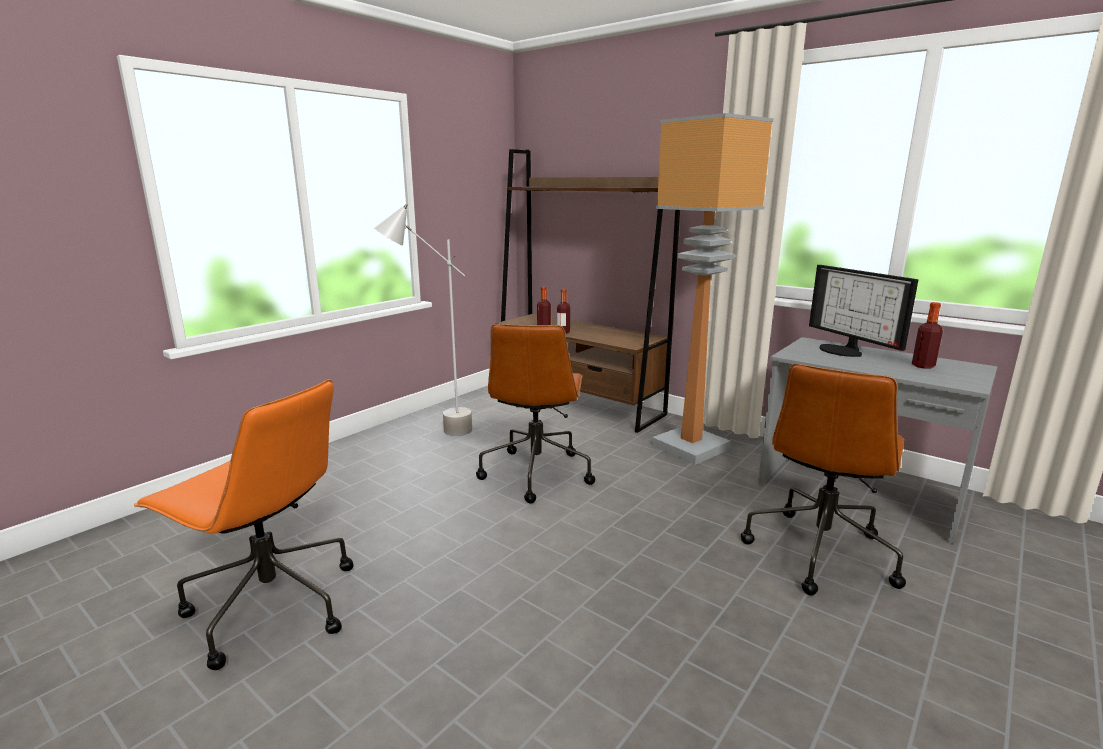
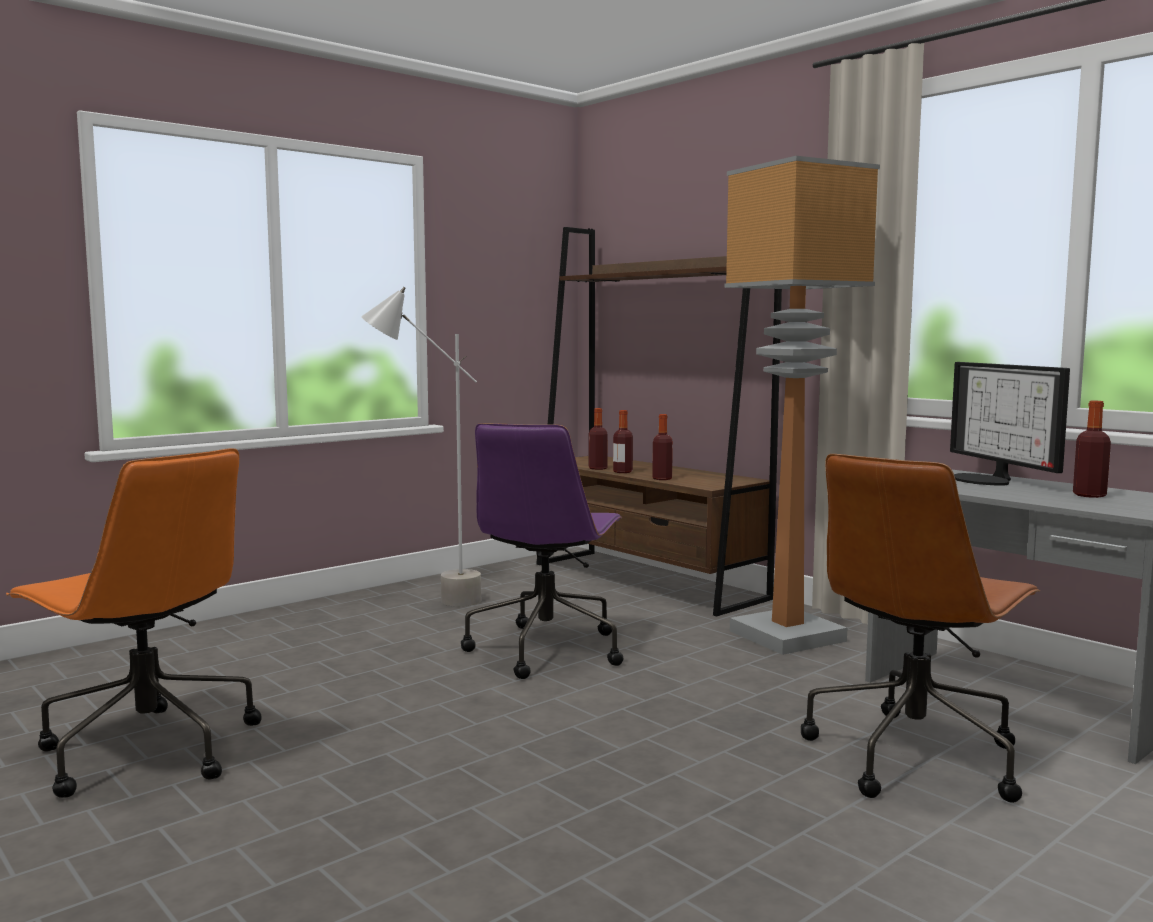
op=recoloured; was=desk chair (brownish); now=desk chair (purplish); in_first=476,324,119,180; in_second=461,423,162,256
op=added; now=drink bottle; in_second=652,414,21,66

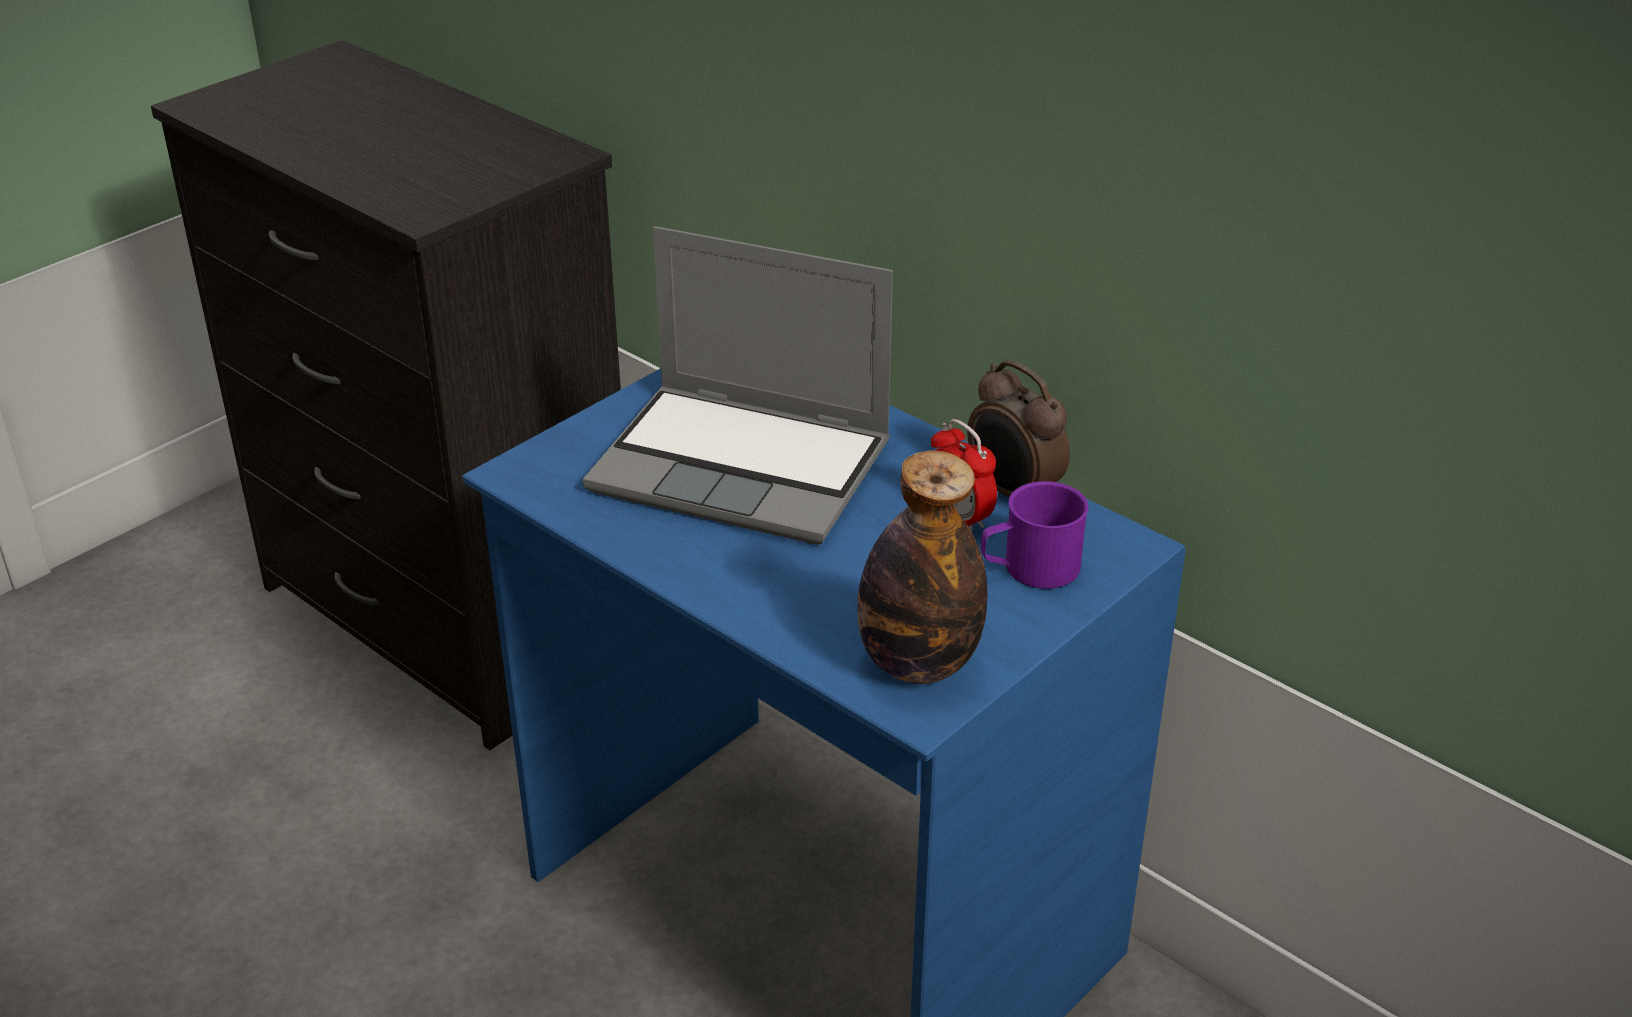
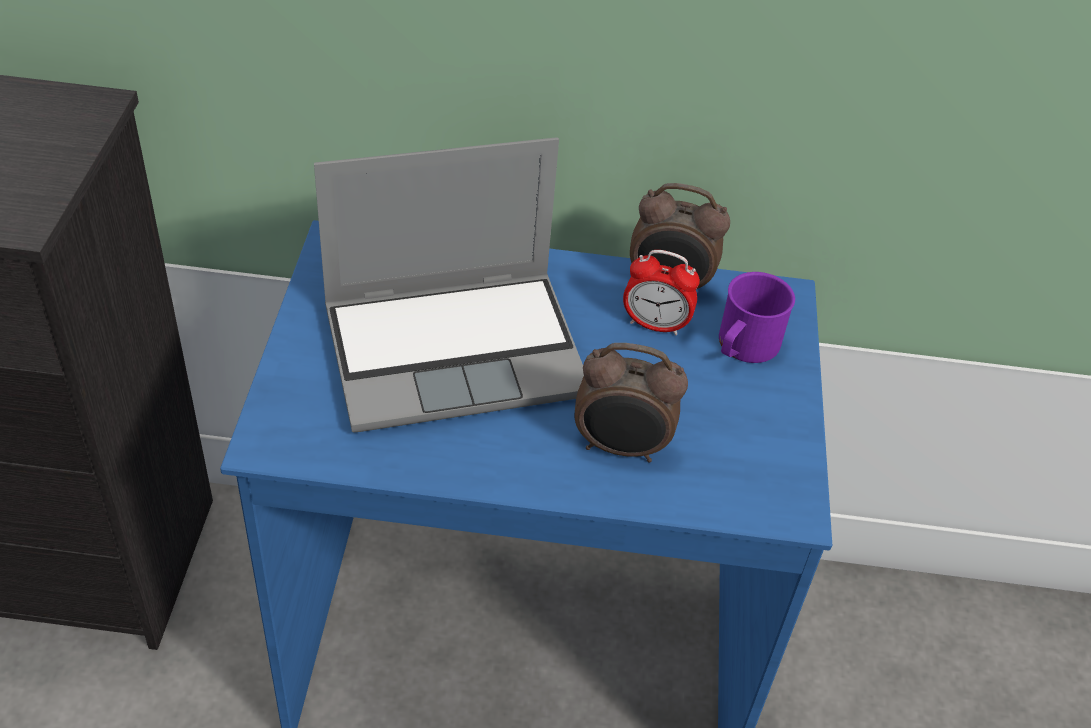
op=added; now=alarm clock; in_second=574,343,114,119
op=removed; was=drink bottle; in_first=857,450,130,234

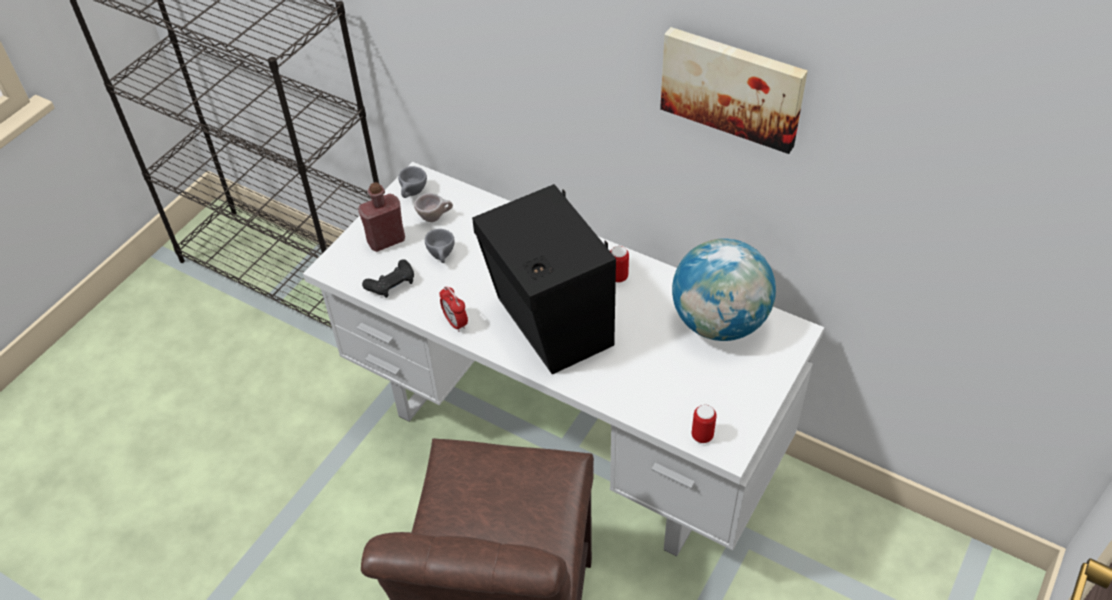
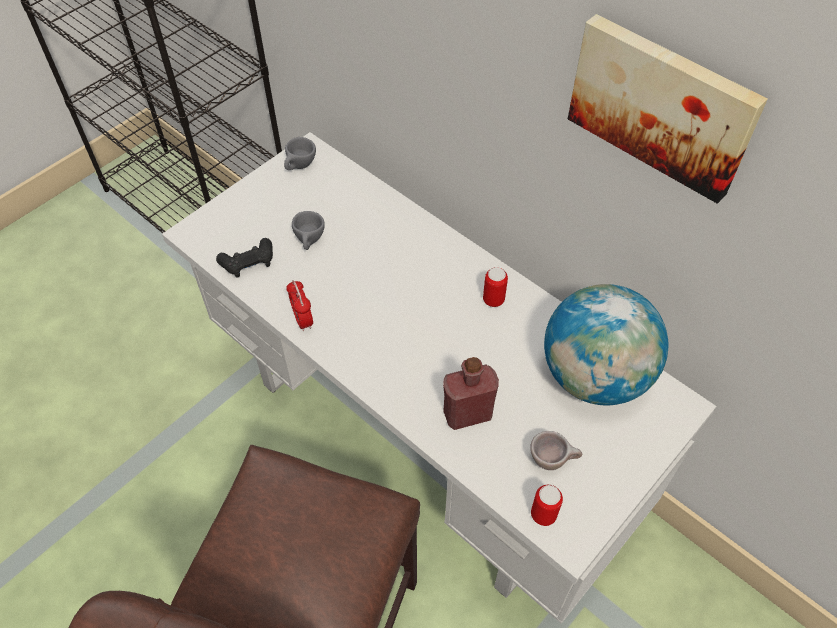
op=moved; was=drink bottle (reddish); in_first=358,182,47,70; in_second=443,357,56,73
op=moved; was=small cup (beige-coloured); in_first=414,193,39,29; in_second=530,431,52,39
op=removed; was=audio speaker (black-coloured); in_first=472,184,144,190

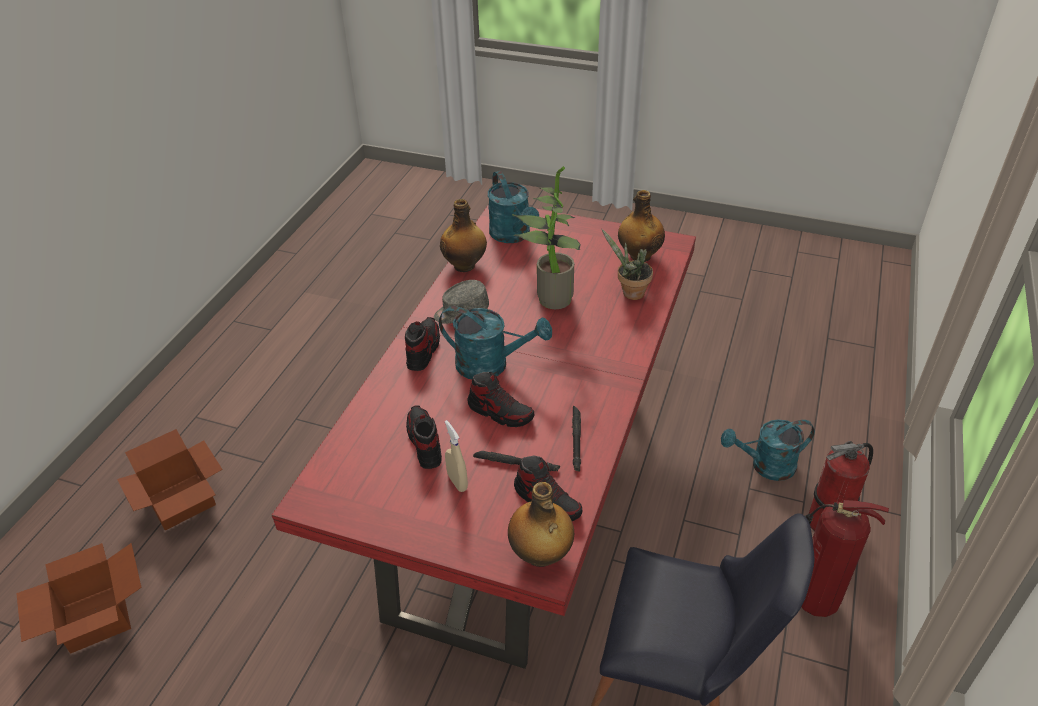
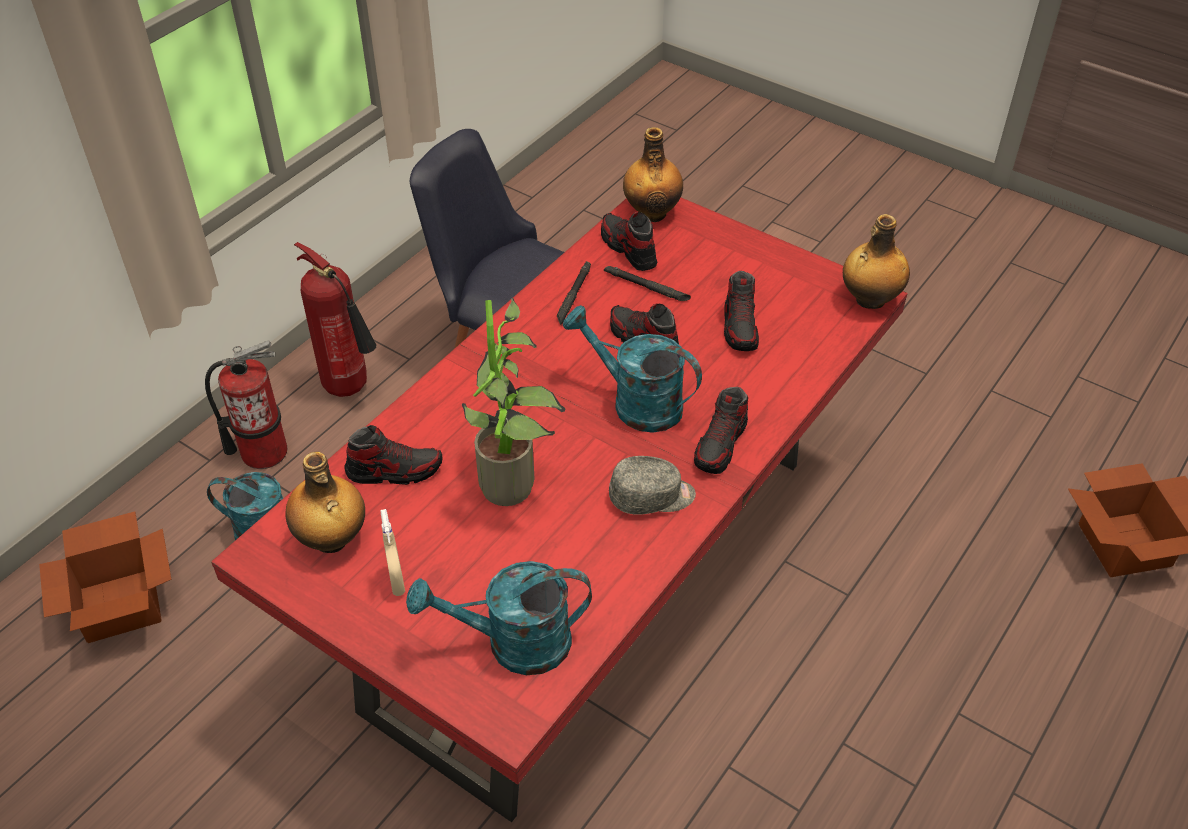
op=moved; was=packing box; in_first=117,429,106,102; in_second=39,511,133,132
op=replaced; was=plant in a pot; now=shoe; in_first=601,229,52,71; in_second=344,425,98,60
op=moved; was=hand sprayer (beige-coloured); in_first=445,420,23,72; in_second=381,509,24,87
op=turned; was=watering pot (turquoise-coloured); in_first=488,171,51,72; in_second=406,561,186,114; clockwise=-90
op=moved; was=drink bottle; in_first=440,199,47,73; in_second=843,214,67,95

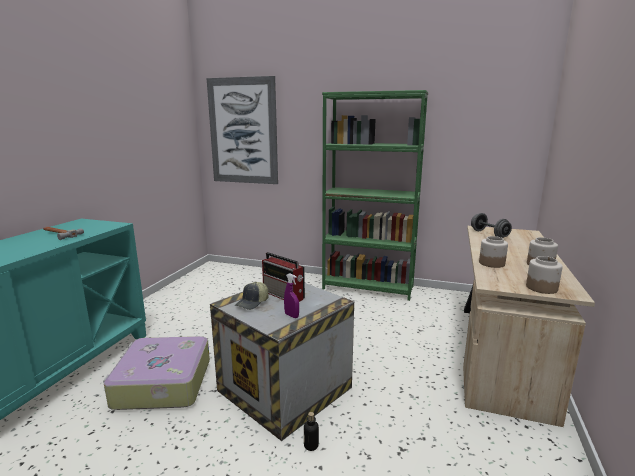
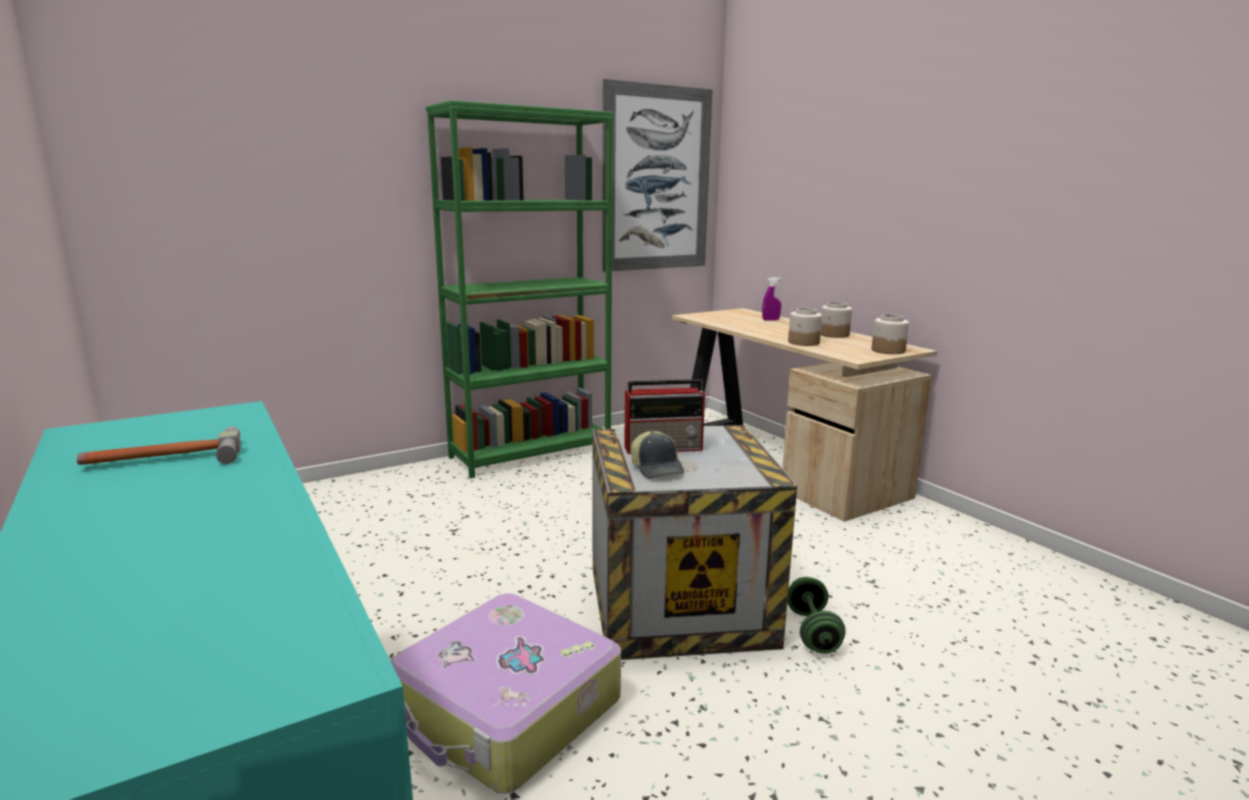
op=moved; was=wall art; in_first=207,76,71,108; in_second=602,79,111,193
op=moved; was=hand sprayer (purplish); in_first=284,273,15,45; in_second=762,277,19,43
op=replaced; was=drink bottle; now=hand weight (green-coloured); in_first=304,412,15,39; in_second=787,577,59,77
op=removed; was=hand weight (grey); in_first=471,213,41,25

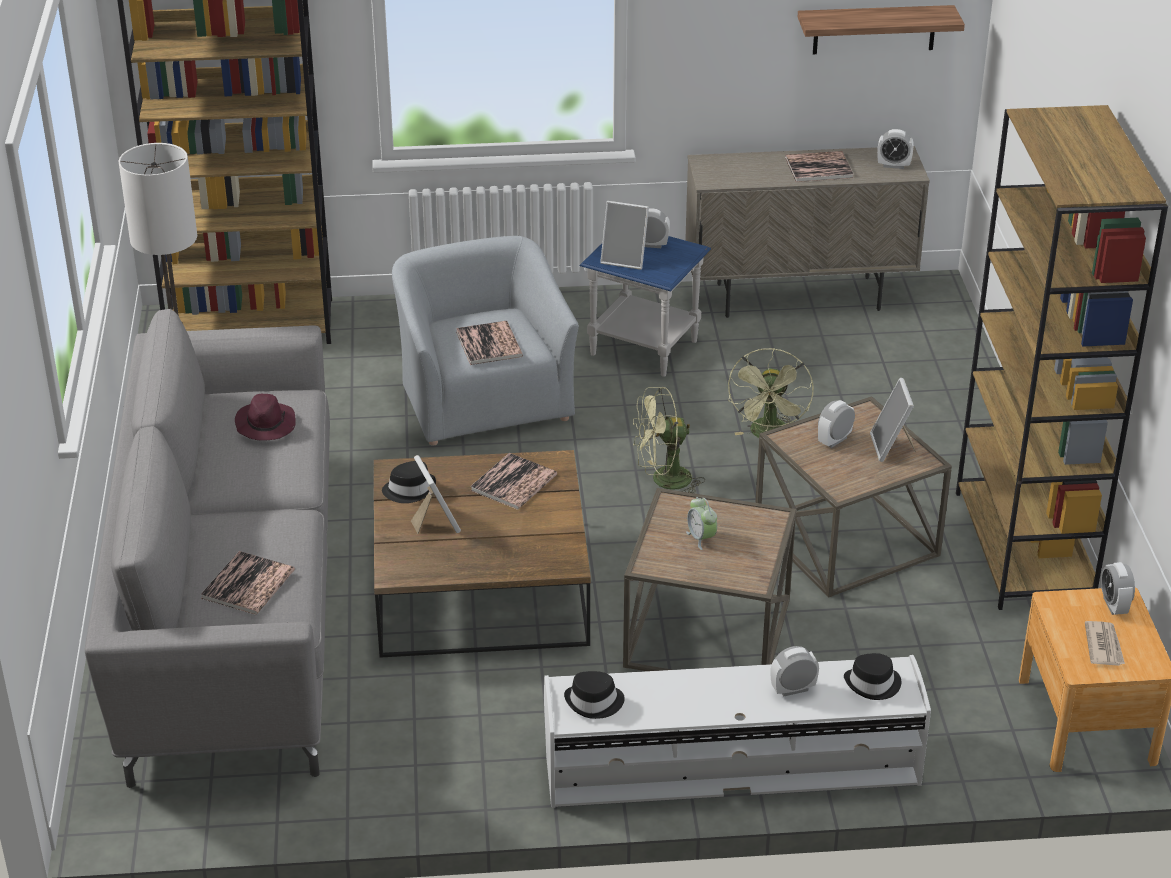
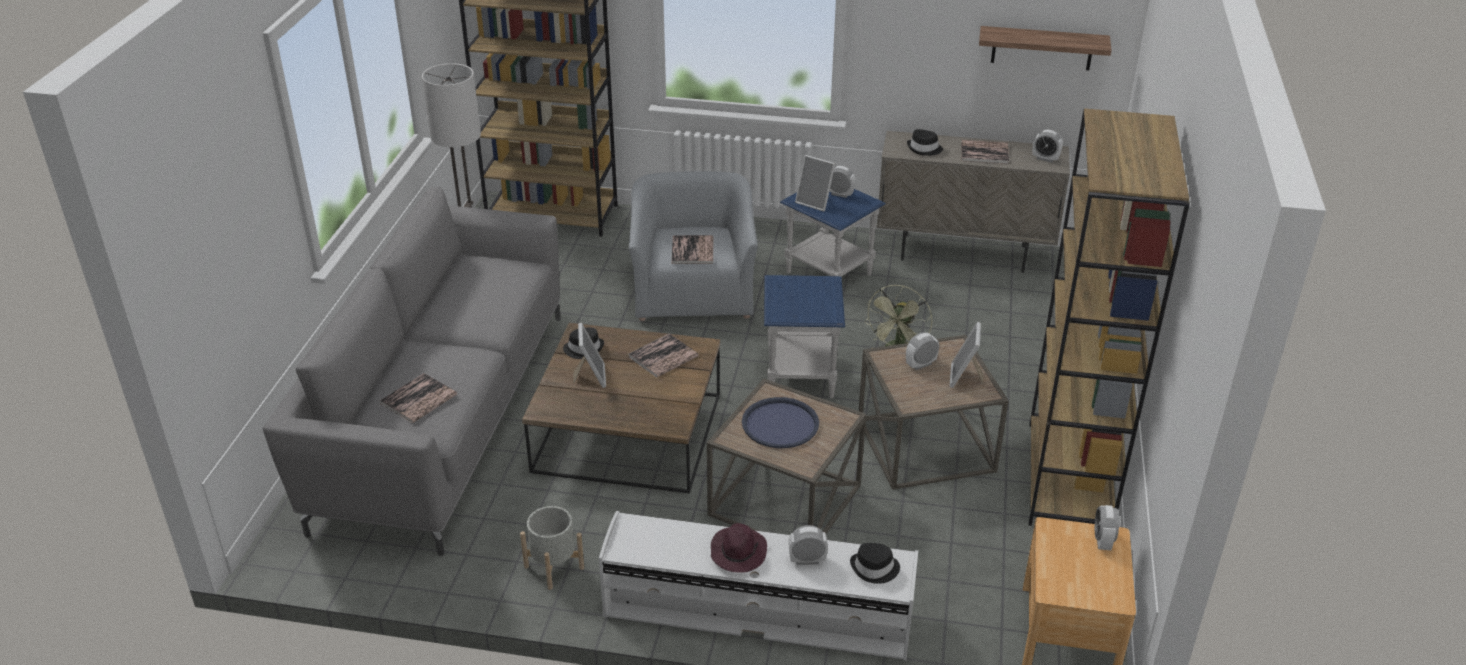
op=added; now=flower pot (grey); in_second=520,506,64,84
op=moved; was=wearable hat (purplish); in_first=235,394,61,47; in_second=711,523,56,50
op=replaced; was=alarm clock; now=carrying tray (blue); in_first=686,497,31,53; in_second=742,397,77,51
op=replaced; was=electric fan (green-coloured); now=side table (blue); in_first=633,387,72,106; in_second=764,275,81,123
op=moved; was=wearable hat (black-coloured); in_first=564,671,61,48; in_second=907,129,36,27
op=removed; was=newspaper; in_first=1085,621,40,45

